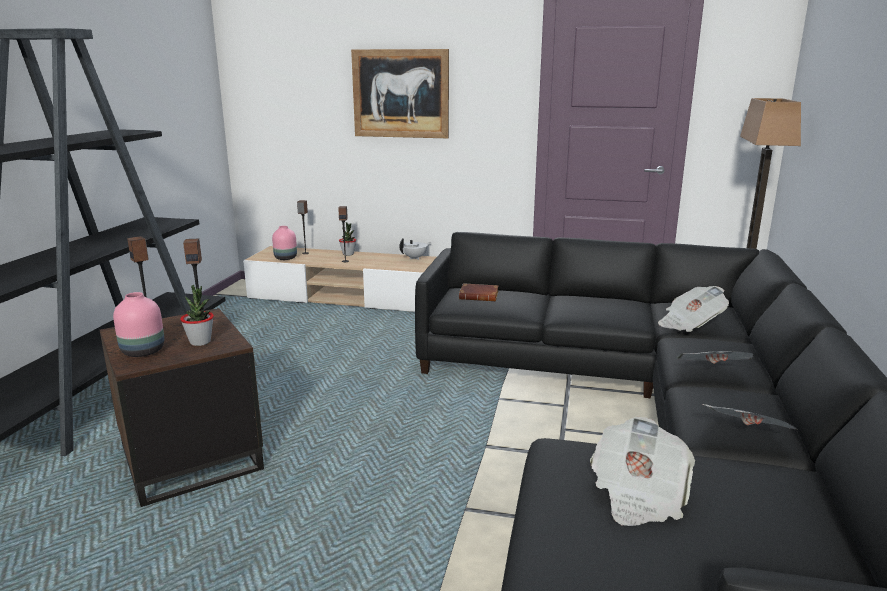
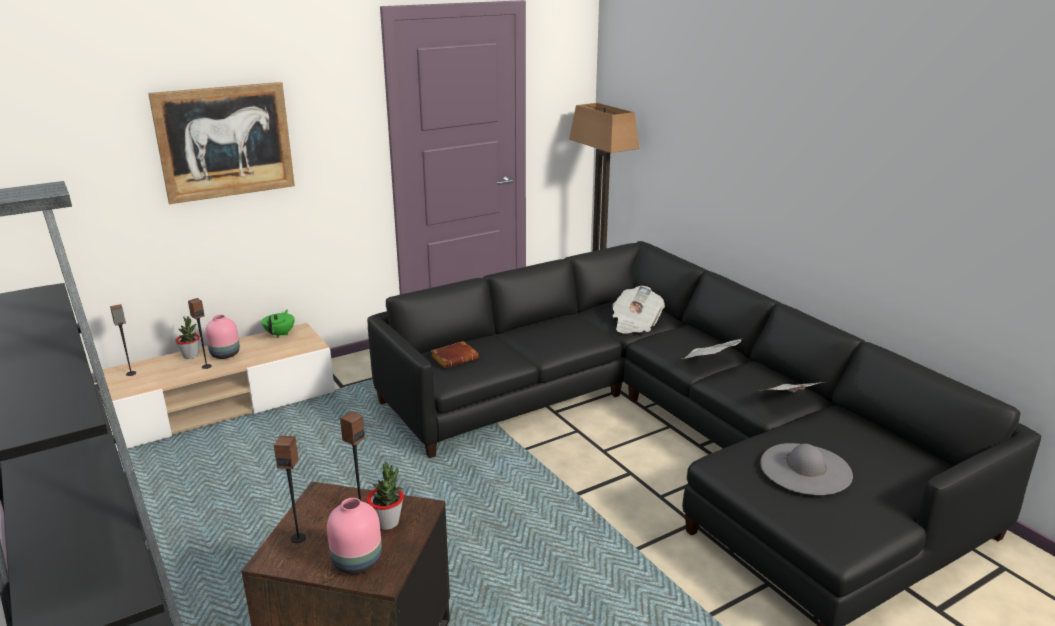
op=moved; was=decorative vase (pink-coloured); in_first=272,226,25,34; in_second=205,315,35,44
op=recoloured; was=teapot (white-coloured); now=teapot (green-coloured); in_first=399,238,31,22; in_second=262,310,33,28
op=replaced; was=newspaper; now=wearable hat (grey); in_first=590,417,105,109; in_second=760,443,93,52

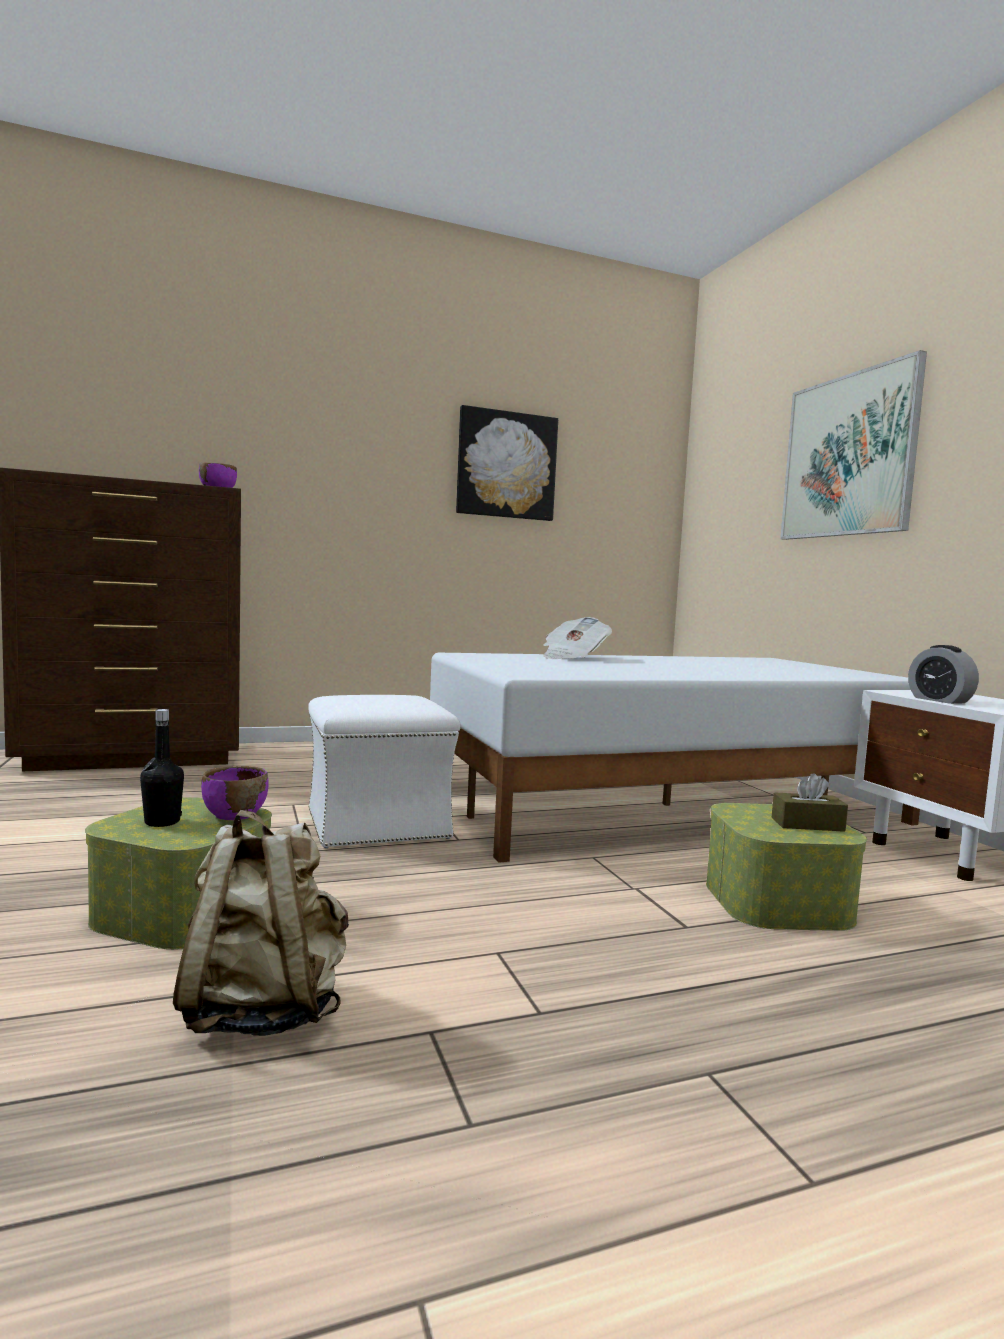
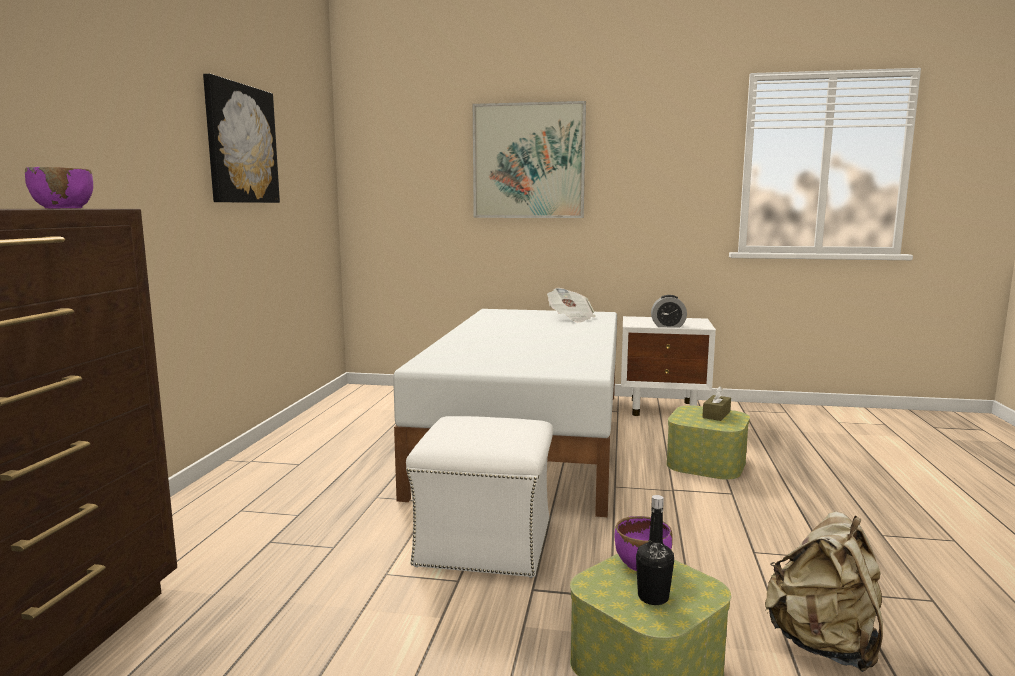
op=moved; was=newspaper; in_first=543,617,69,42; in_second=547,288,49,35

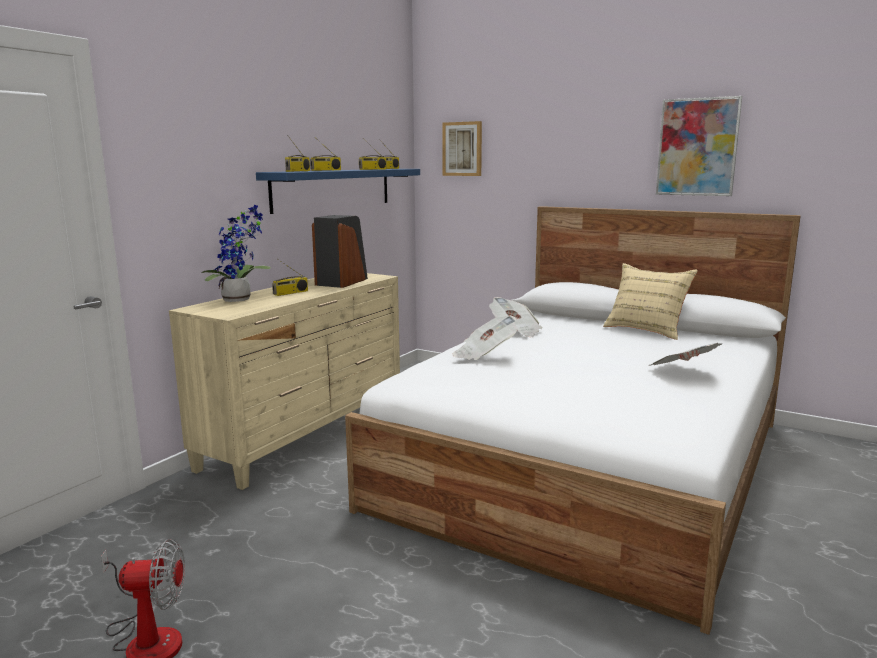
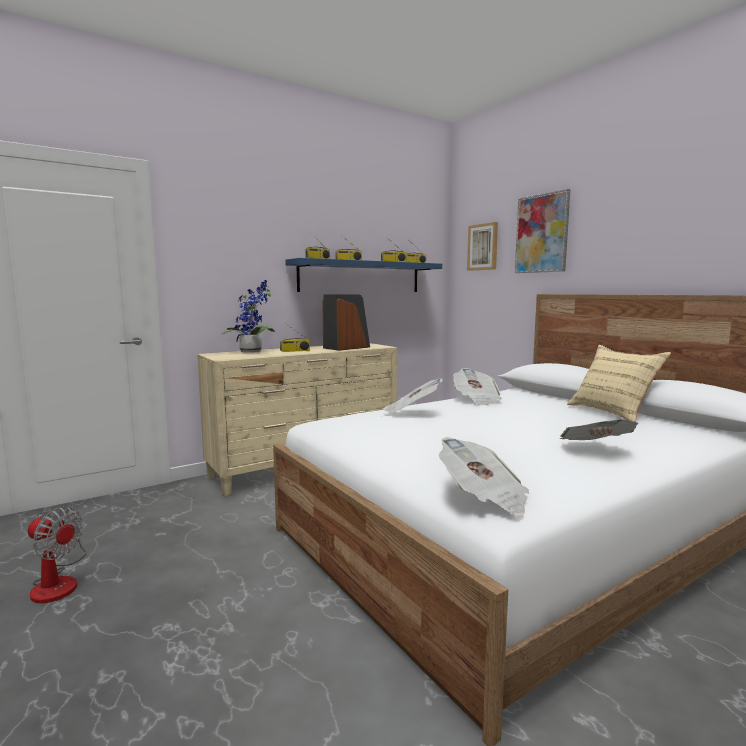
op=added; now=newspaper; in_second=439,437,90,80
op=moved; was=wall art; in_first=656,96,86,100; in_second=515,189,56,84

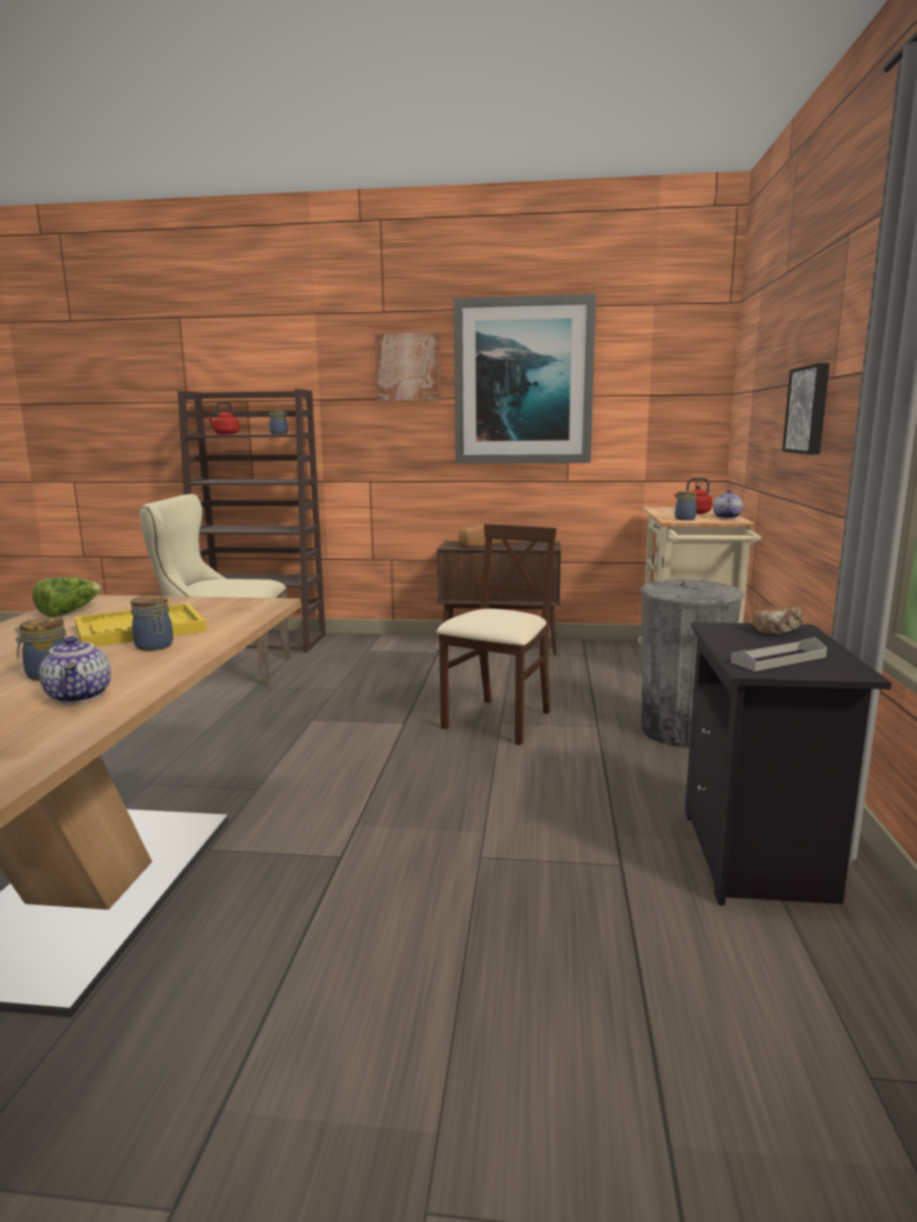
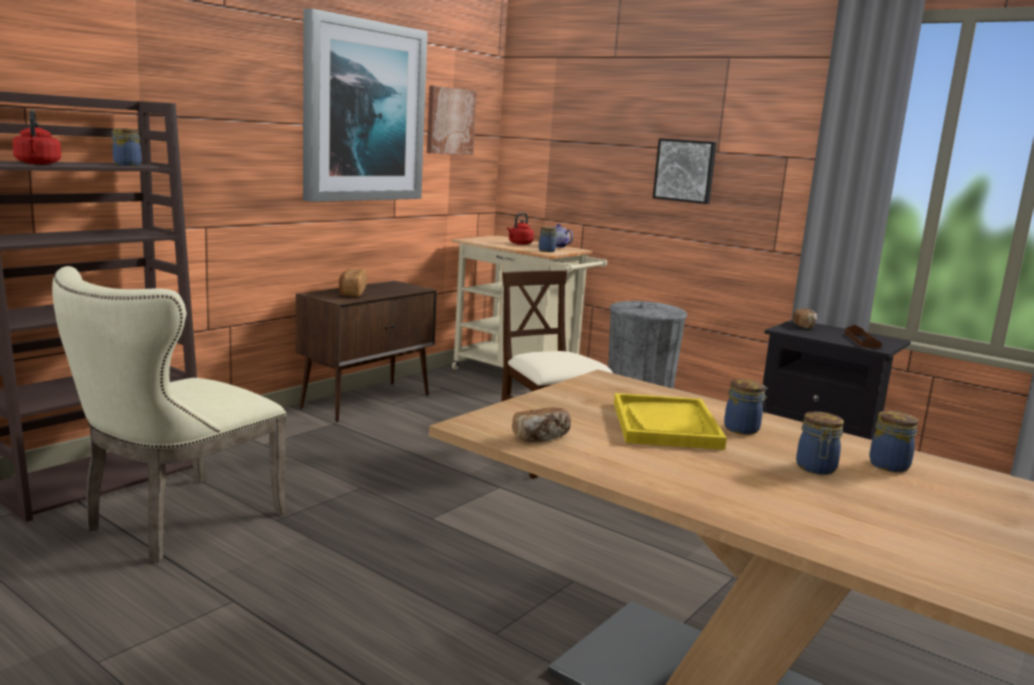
op=moved; was=wall art; in_first=374,332,67,70; in_second=427,85,50,70
op=replaced; was=lettuce; now=bakery bread; in_first=32,577,69,40; in_second=512,407,59,36
op=recoloured; was=carrying tray (grey); now=carrying tray (brownish); in_first=731,637,96,34; in_second=845,325,37,24
op=replaced; was=teapot; now=preserve jar; in_first=39,636,72,68; in_second=869,411,49,61

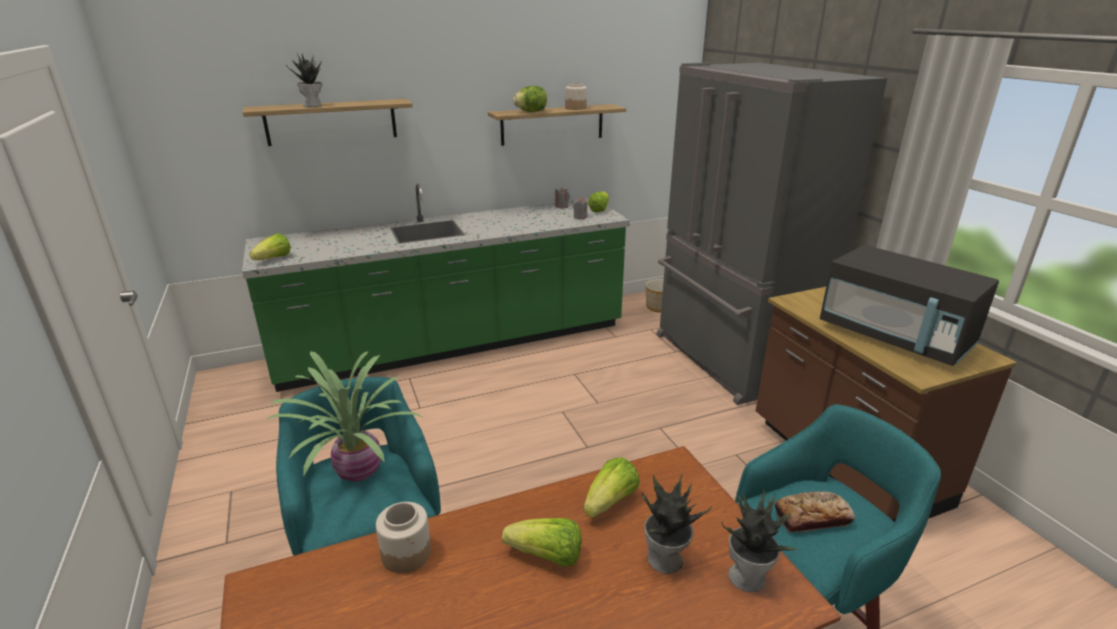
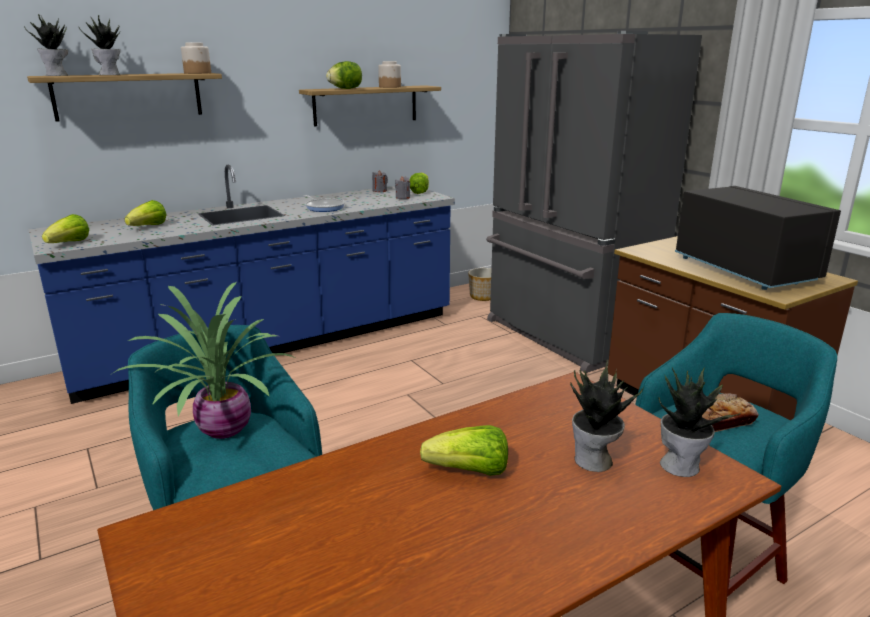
op=added; now=plant in a pot; in_second=24,14,44,62
op=recoloured; was=counter (green-coloured); now=counter (blue); in_first=242,184,388,208; in_second=28,164,427,240
op=moved; was=lettuce; in_first=584,457,56,61; in_second=124,200,42,26
op=moved; was=preserve jar; in_first=376,502,55,71; in_second=181,43,30,31
op=added; now=skillet; in_second=304,195,41,17
op=turned; was=microwave oven (black-coloured); in_first=820,245,179,121; in_second=675,186,166,104; clockwise=-150

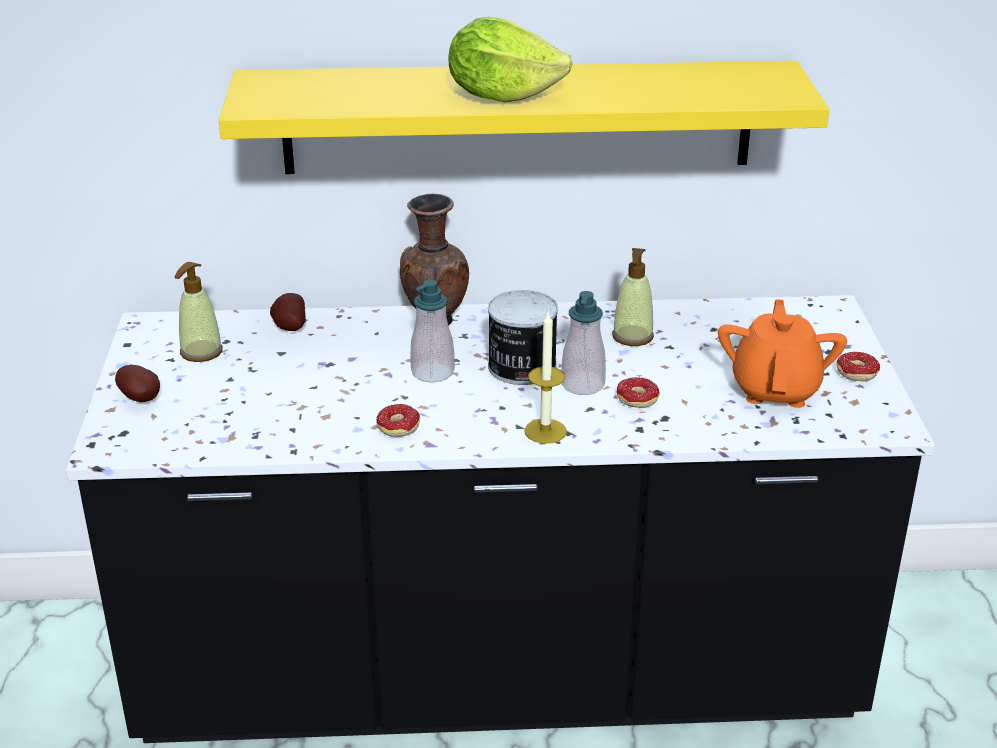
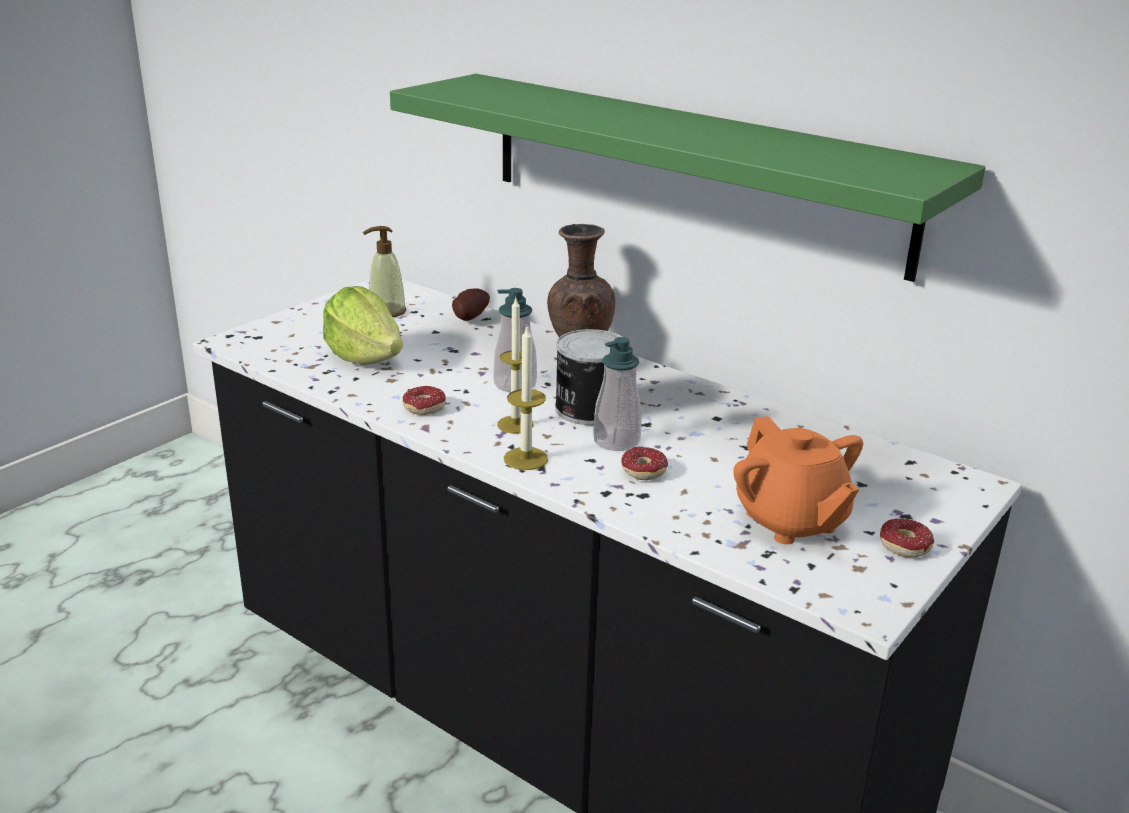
op=moved; was=lettuce; in_first=449,17,124,86; in_second=323,286,80,79
op=recoloured; was=wall shelf (yellow); now=wall shelf (green-coloured); in_first=218,61,612,113; in_second=390,74,596,208
op=added; now=wax light; in_second=497,298,36,136
op=turned; was=teapot (orangey); in_first=718,299,129,109; in_second=733,416,130,128; clockwise=105
op=removed; was=spud; in_first=115,365,45,37
op=removed; was=liquid soap bottle; in_first=612,248,42,98

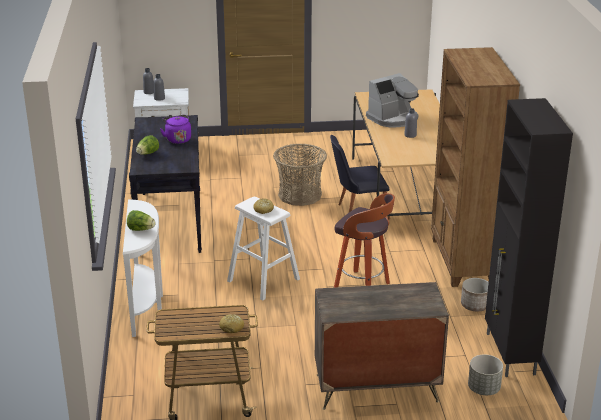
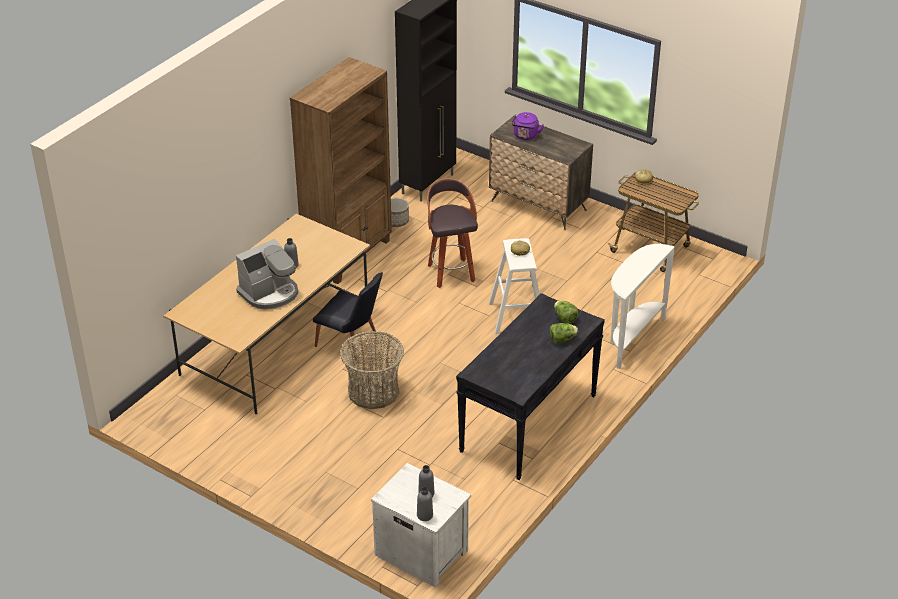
op=turned; was=coffee machine; in_first=366,73,53,55; in_second=236,239,62,71; clockwise=135
op=moved; was=tea kettle (purplish); in_first=160,115,31,29; in_second=512,112,32,28
op=moved; was=lettuce; in_first=127,210,29,21; in_second=554,301,24,23
op=removed; was=flower pot (grey); in_first=468,355,35,40

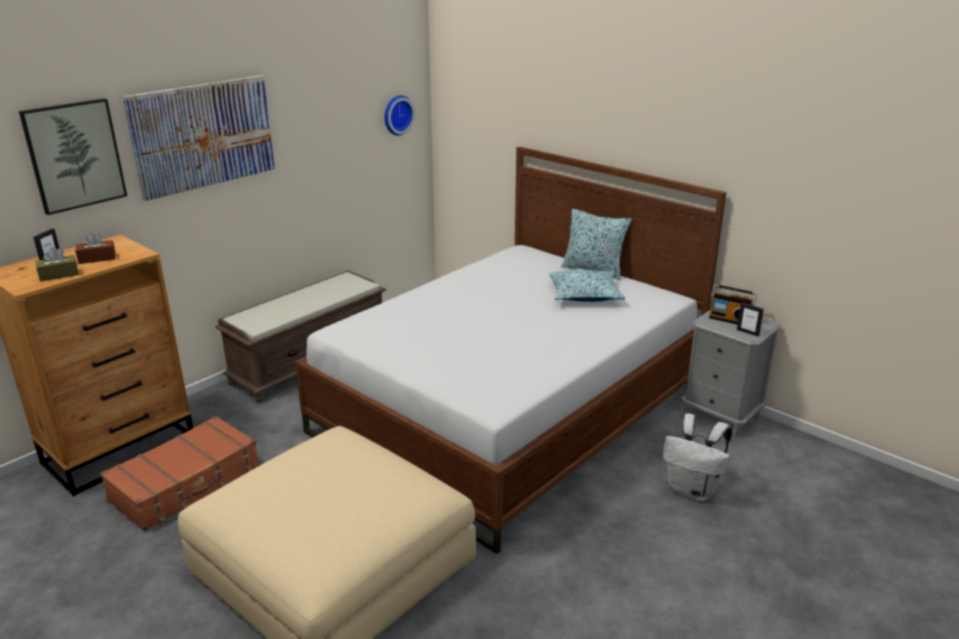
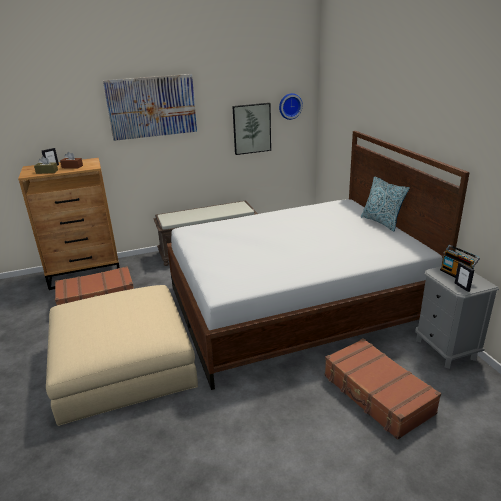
op=moved; was=wall art; in_first=19,98,108,117; in_second=232,103,39,52
op=replaced; was=backpack (white-coloured); now=travel case (brownish); in_first=663,413,69,88; in_second=325,338,116,102
op=removed; was=cushion; in_first=549,270,76,32

